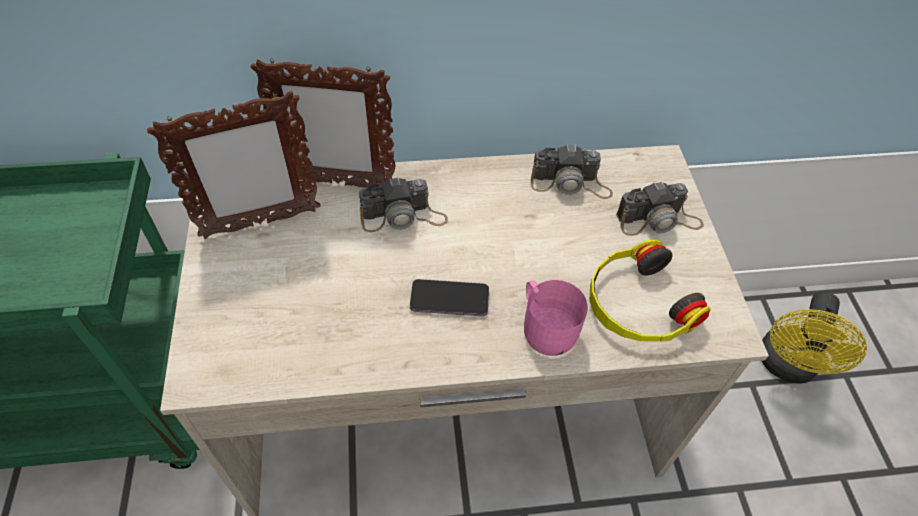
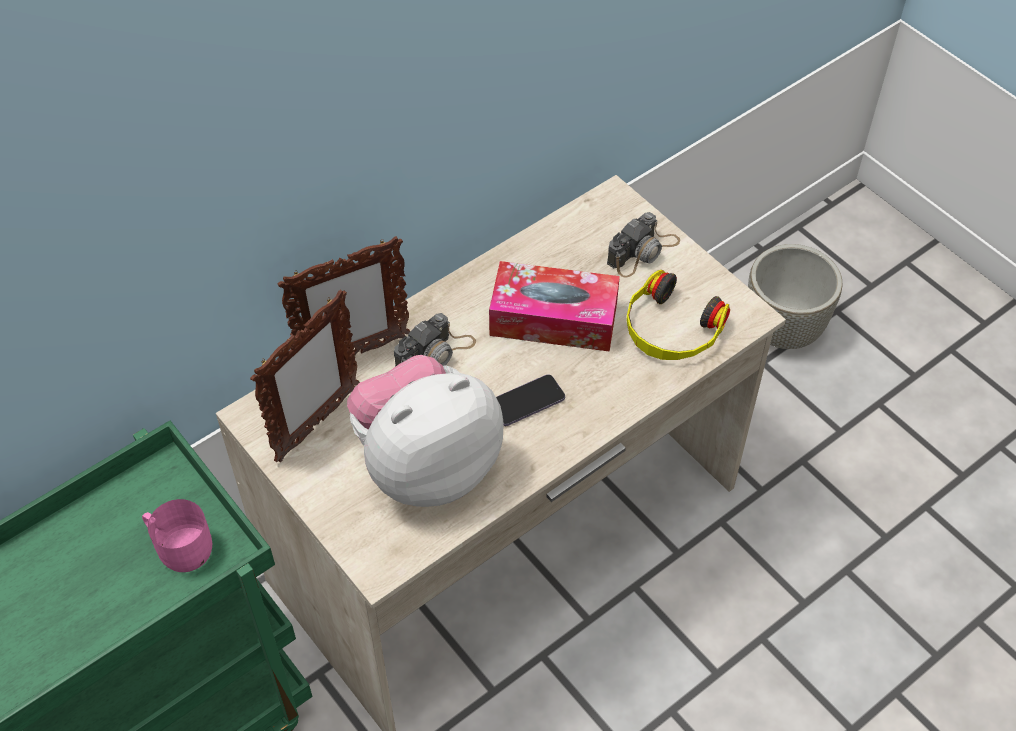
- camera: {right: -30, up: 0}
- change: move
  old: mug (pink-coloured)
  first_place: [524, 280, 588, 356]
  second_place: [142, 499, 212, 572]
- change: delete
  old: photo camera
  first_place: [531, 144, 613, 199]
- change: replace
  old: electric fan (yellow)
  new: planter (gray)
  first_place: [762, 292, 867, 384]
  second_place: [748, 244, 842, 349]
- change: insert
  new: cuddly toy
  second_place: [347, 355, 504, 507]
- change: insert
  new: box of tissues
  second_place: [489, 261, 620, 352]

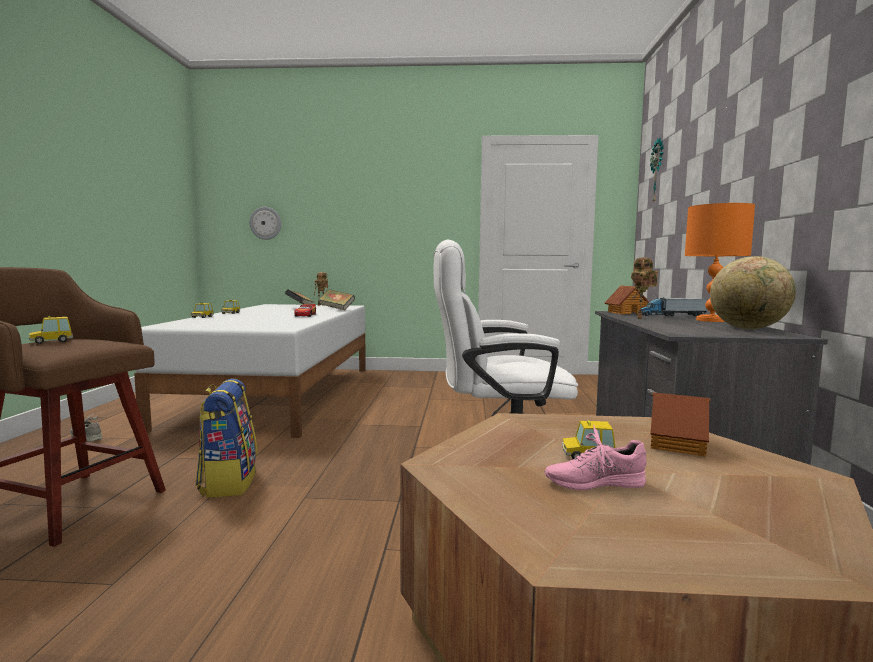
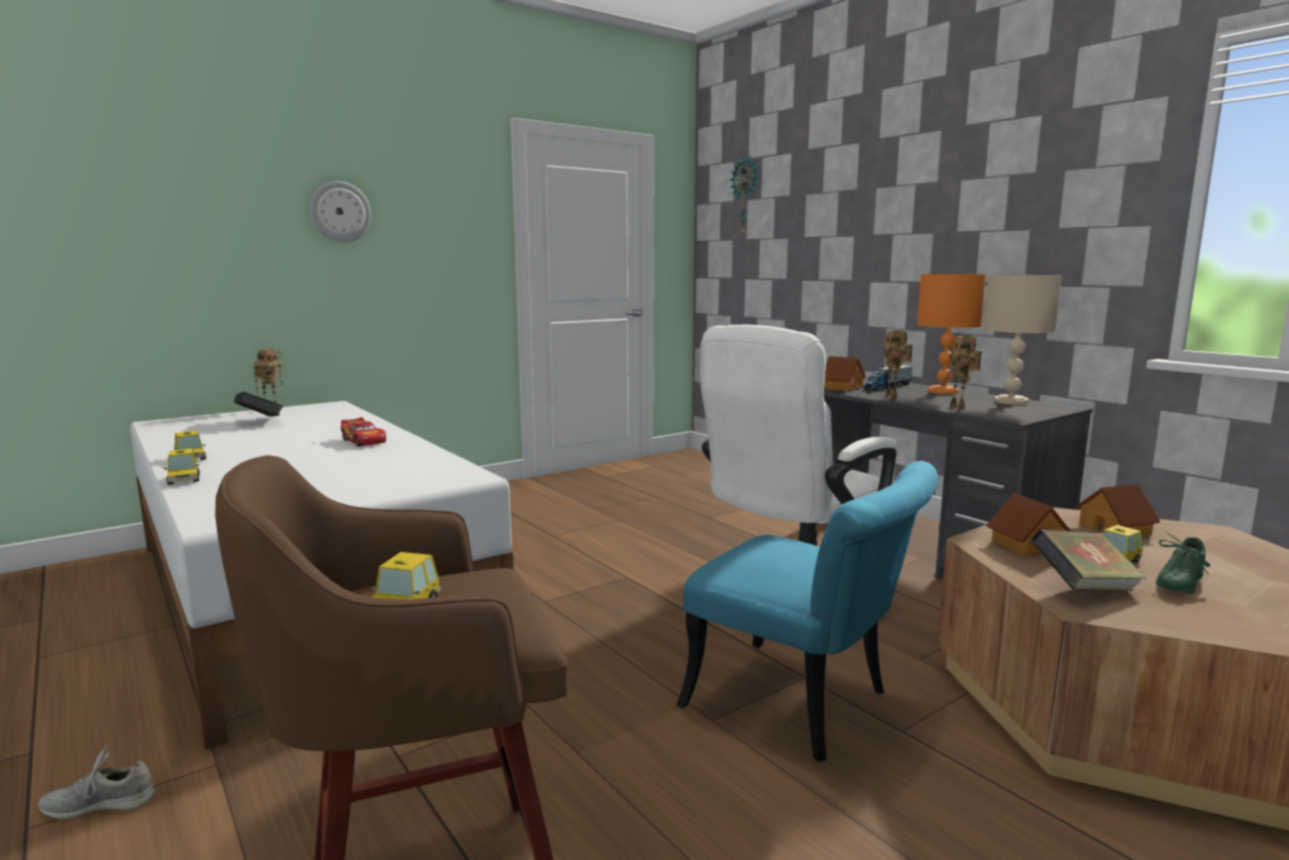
- camera: {right: -40, up: 5}
- change: delete
  old: knapsack
  first_place: [195, 379, 257, 498]
- change: move
  old: clock on the wall
  first_place: [250, 207, 281, 240]
  second_place: [310, 181, 371, 242]
- change: move
  old: volume
  first_place: [318, 290, 355, 310]
  second_place: [1031, 530, 1146, 591]
- change: recolor
  old: item of footwear (pink-coloured)
  new: item of footwear (green-coloured)
  first_place: [545, 424, 647, 491]
  second_place: [1156, 532, 1211, 594]
- change: replace
  old: desk globe
  new: tabletop lamp (beige-coloured)
  first_place: [710, 256, 796, 329]
  second_place: [984, 275, 1062, 405]
- change: insert
  new: chair (blue-green)
  second_place: [677, 461, 938, 762]
- change: insert
  new: model robot
  second_place: [942, 336, 982, 410]
- change: insert
  new: miniature house
  second_place: [986, 493, 1071, 556]

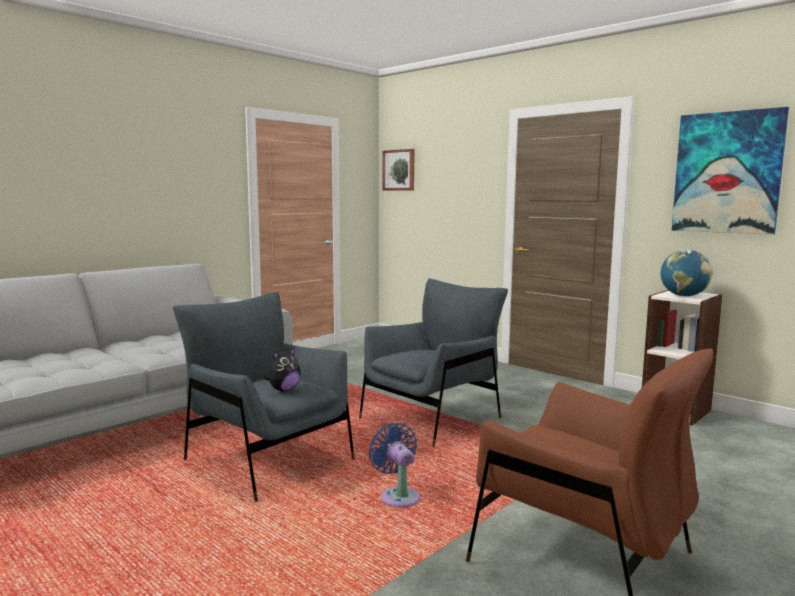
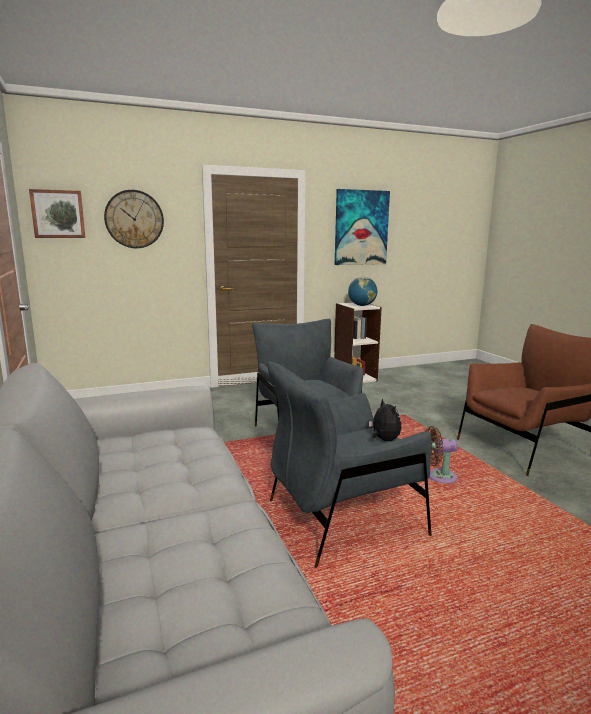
- camera: {right: -65, up: 5}
- change: recolor
  old: electric fan (blue-coloured)
  new: electric fan (brown)
  first_place: [369, 423, 420, 507]
  second_place: [425, 426, 458, 484]
- change: insert
  new: clock on the wall
  second_place: [104, 190, 164, 248]

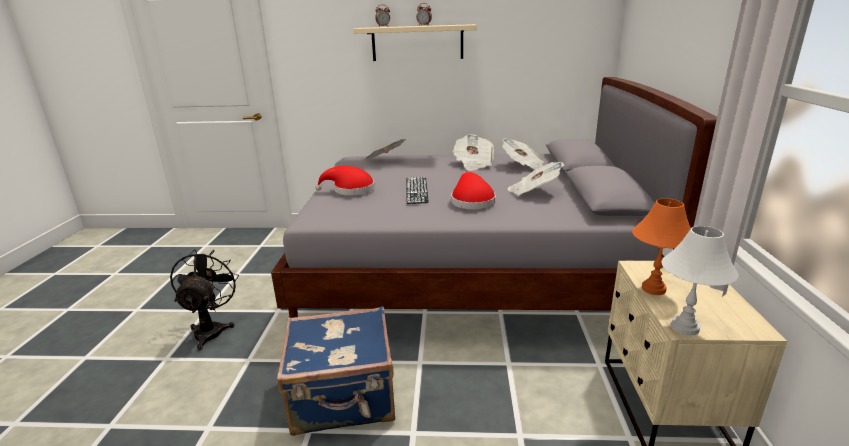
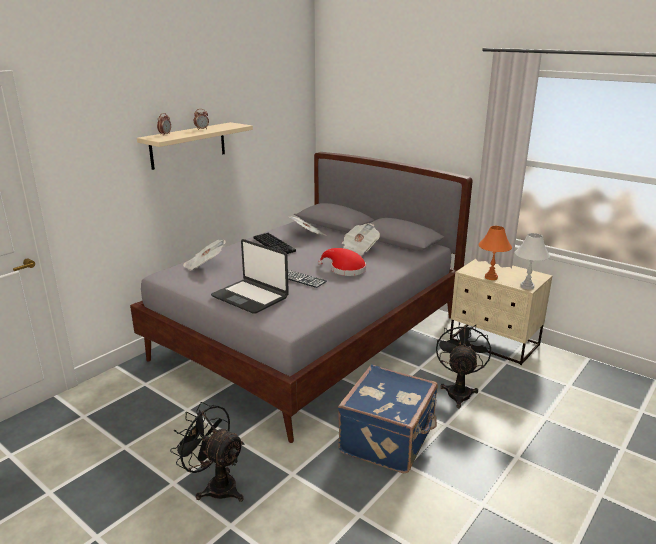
- camera: {right: -55, up: 0}
- change: replace
  old: hat (red-coloured)
  new: laptop
  first_place: [315, 166, 375, 195]
  second_place: [211, 239, 289, 314]
- change: replace
  old: daily paper
  new: keyboard
  first_place: [453, 134, 494, 171]
  second_place: [254, 233, 296, 254]
- change: insert
  new: electric fan (black)
  second_place: [436, 322, 491, 408]

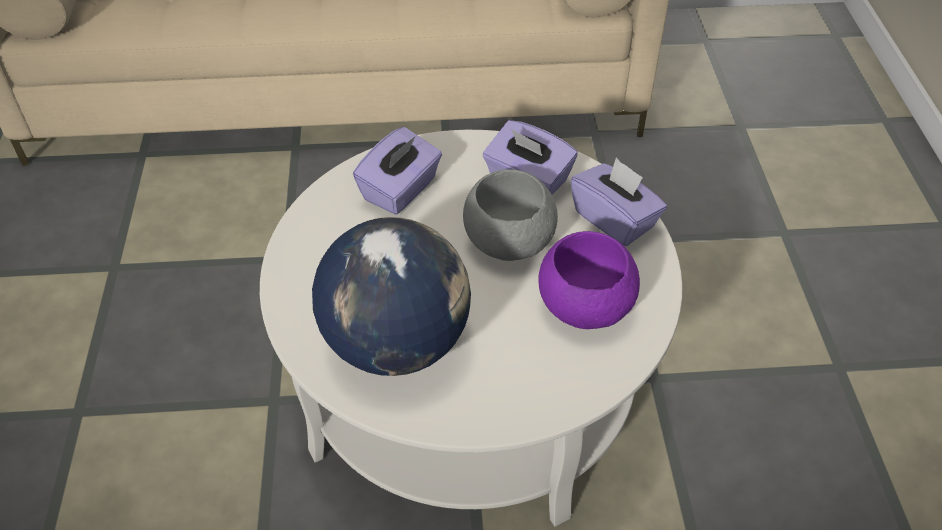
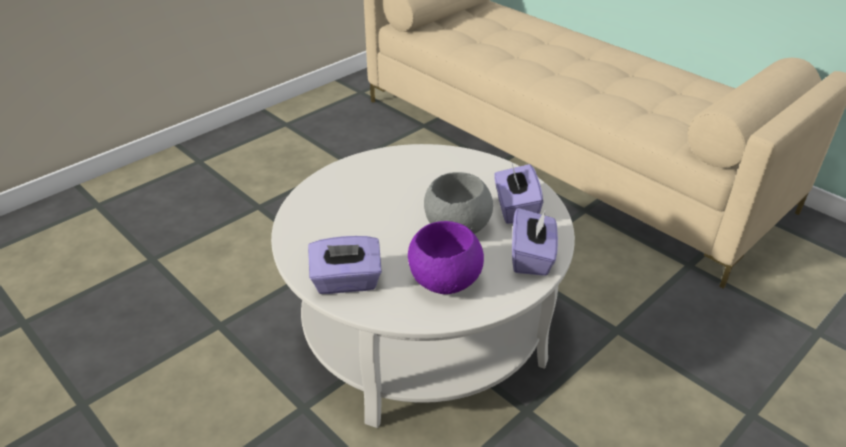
- camera: {right: 50, up: -10}
- change: delete
  old: desk globe
  first_place: [312, 217, 471, 376]
- change: move
  old: box of tissues (purple)
  first_place: [353, 127, 442, 215]
  second_place: [308, 236, 382, 294]

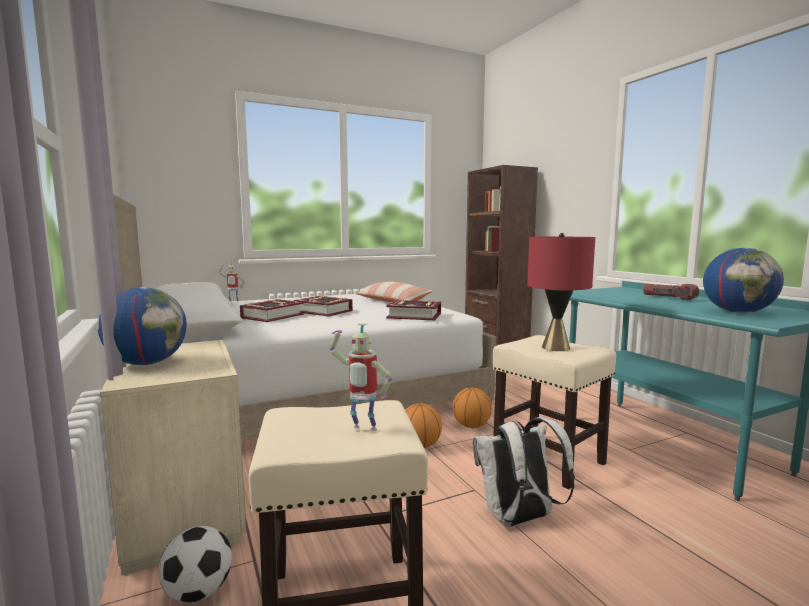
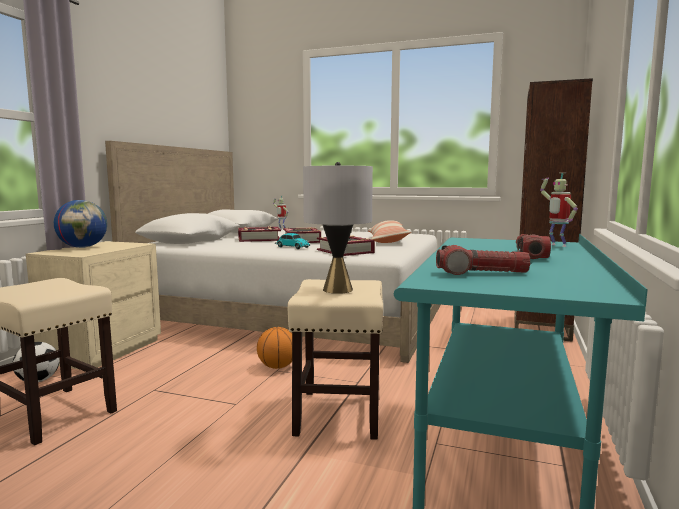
- camera: {right: 45, up: 0}
- change: move
  old: model robot
  first_place: [330, 323, 392, 431]
  second_place: [540, 173, 578, 247]
- change: delete
  old: ball for basketball
  first_place: [453, 387, 492, 428]
- change: delete
  old: knapsack (white-coloured)
  first_place: [473, 417, 575, 527]
- change: recolor
  old: tabletop lamp (red-coloured)
  new: tabletop lamp (gray)
  first_place: [527, 233, 595, 351]
  second_place: [303, 162, 373, 294]
- change: replace
  old: desk globe
  new: flashlight
  first_place: [703, 248, 784, 313]
  second_place: [436, 245, 530, 275]
- change: insert
  new: model car
  second_place: [275, 233, 310, 249]

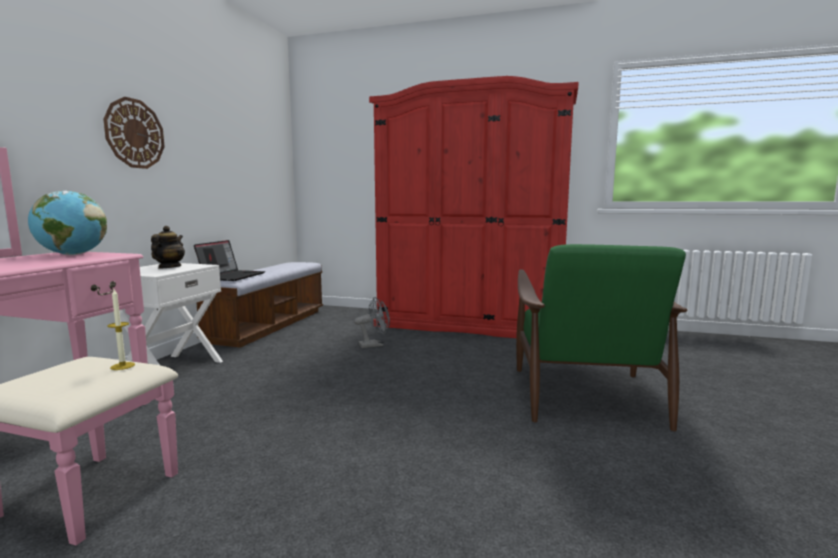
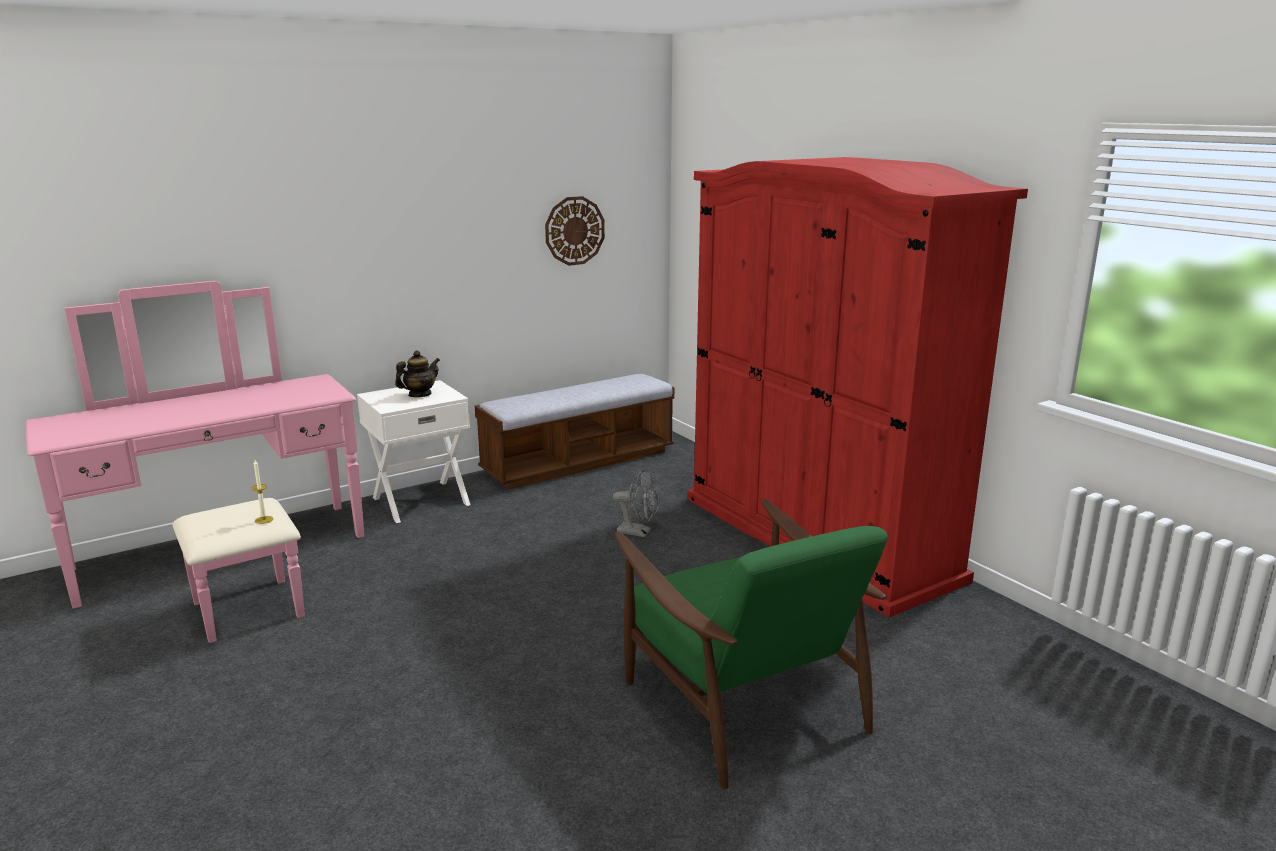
- camera: {right: 40, up: 10}
- change: delete
  old: desk globe
  first_place: [28, 191, 107, 255]
- change: move
  old: clock on the wall
  first_place: [103, 97, 165, 169]
  second_place: [545, 196, 605, 266]
- change: delete
  old: laptop
  first_place: [194, 240, 265, 281]
- change: rotate
  old: lounge chair (green-coloured)
  first_place: [516, 244, 687, 431]
  second_place: [615, 499, 888, 789]
  degrees: -75

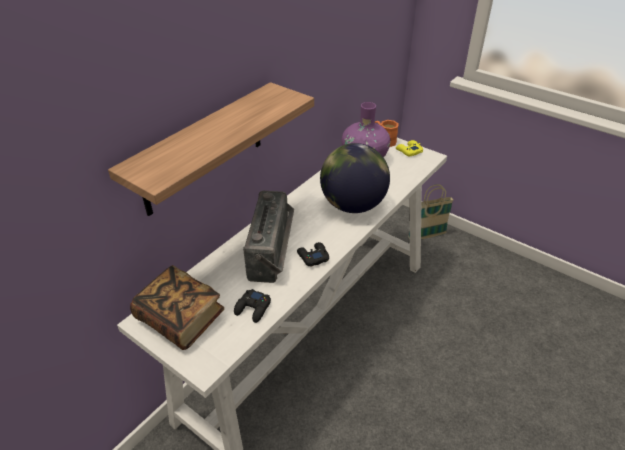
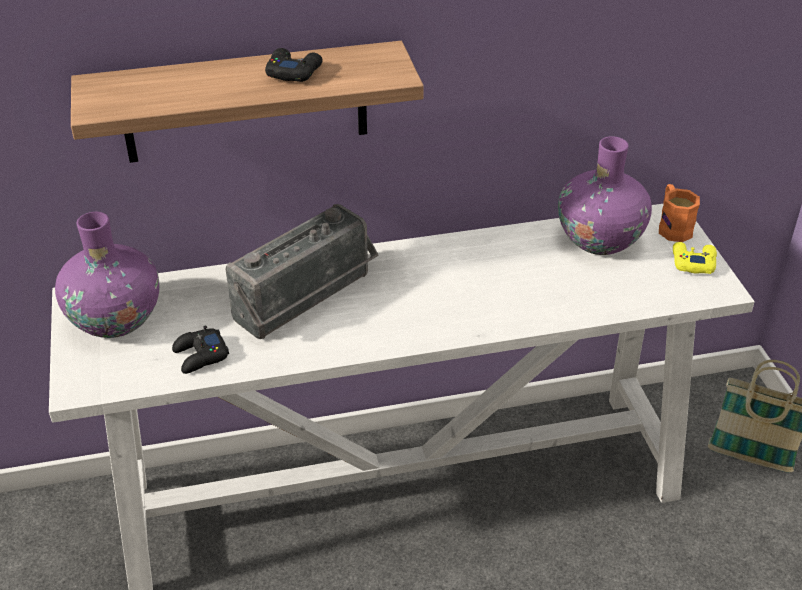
- camera: {right: 40, up: 0}
- change: replace
  old: volume
  new: decorative vase (purple)
  first_place: [130, 265, 224, 350]
  second_place: [55, 212, 159, 338]
- change: move
  old: game controller (black)
  first_place: [297, 242, 329, 267]
  second_place: [265, 48, 323, 82]
- change: delete
  old: desk globe
  first_place: [320, 143, 390, 213]

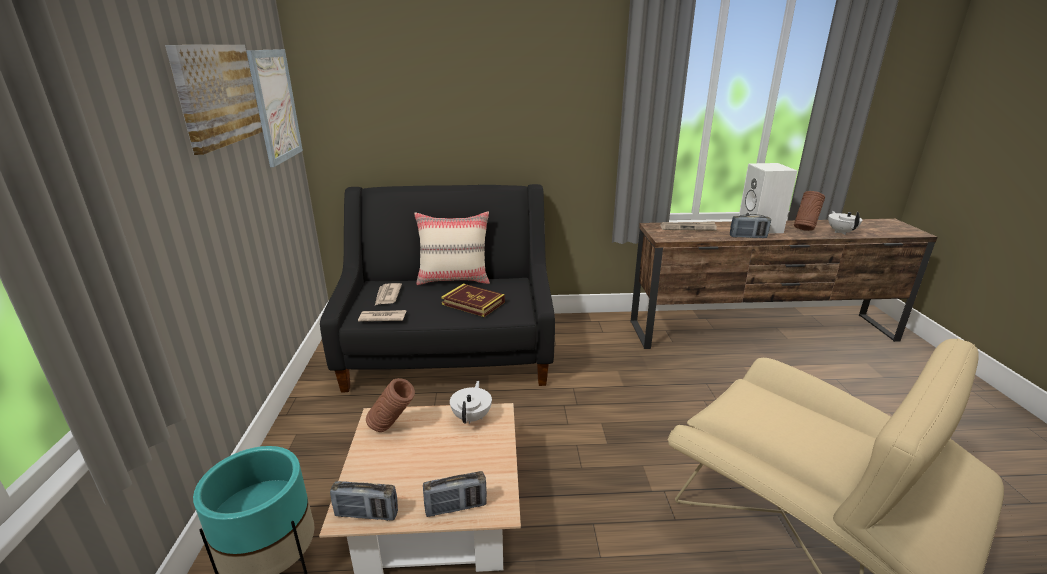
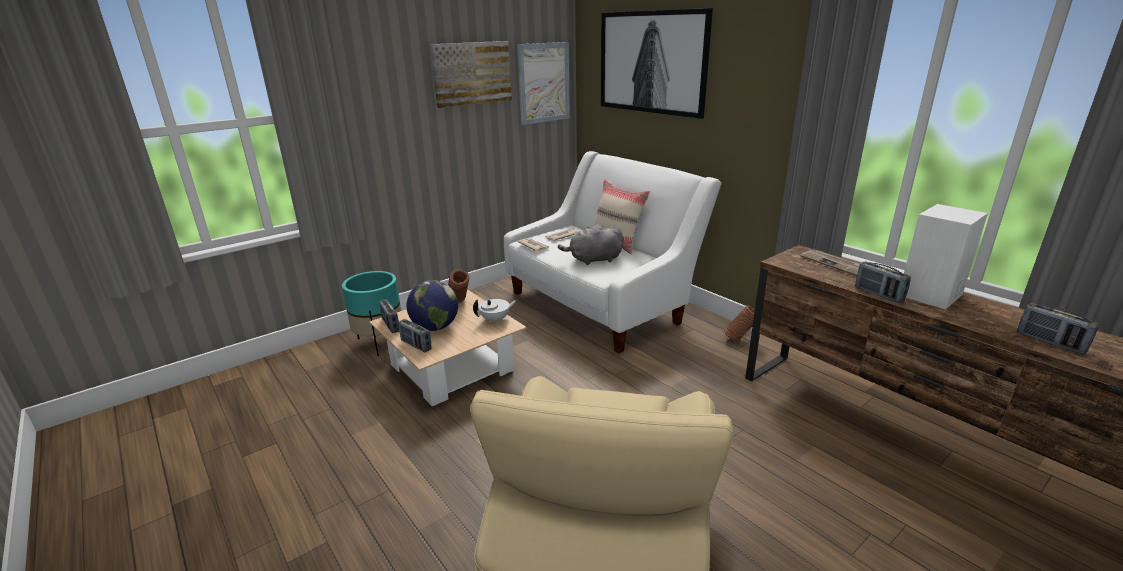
- camera: {right: 55, up: 0}
- change: recolor
  old: sofa (black)
  new: sofa (white-coloured)
  first_place: [320, 184, 555, 392]
  second_place: [504, 151, 721, 353]
- change: replace
  old: volume
  new: cuddly toy (gray)
  first_place: [441, 284, 505, 317]
  second_place: [558, 224, 624, 265]
- change: move
  old: decorative vase (brown)
  first_place: [794, 191, 825, 231]
  second_place: [724, 305, 755, 342]
- change: replace
  old: tea pot (white-coloured)
  new: radio
  first_place: [828, 211, 863, 235]
  second_place: [1017, 303, 1099, 354]
- change: insert
  new: desk globe
  second_place: [407, 280, 458, 331]
- change: insert
  new: wall art
  second_place: [601, 8, 713, 119]

